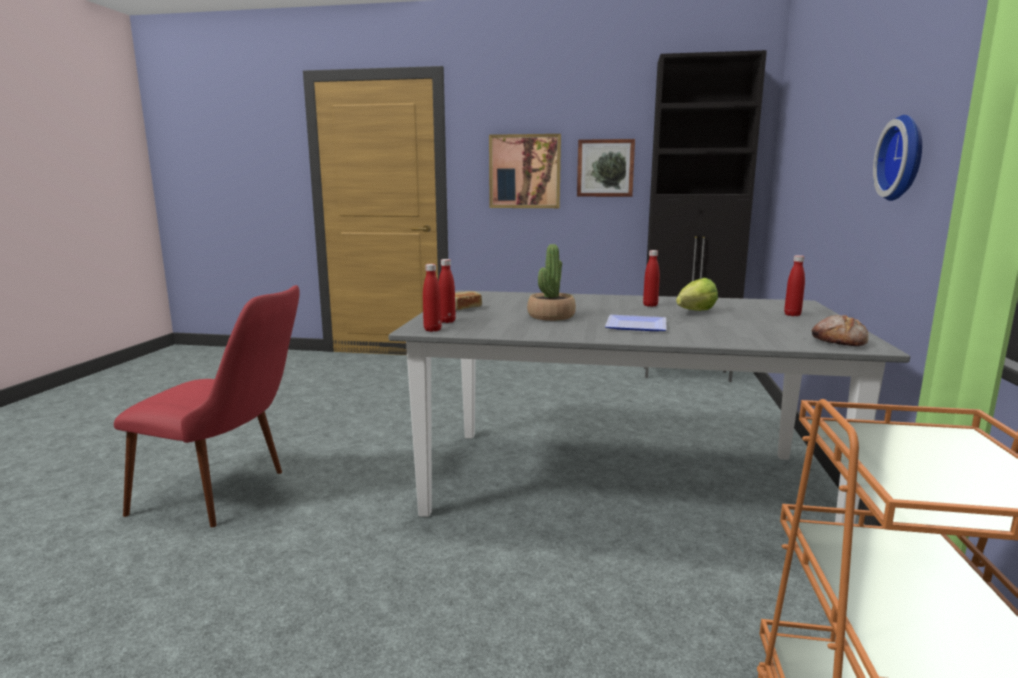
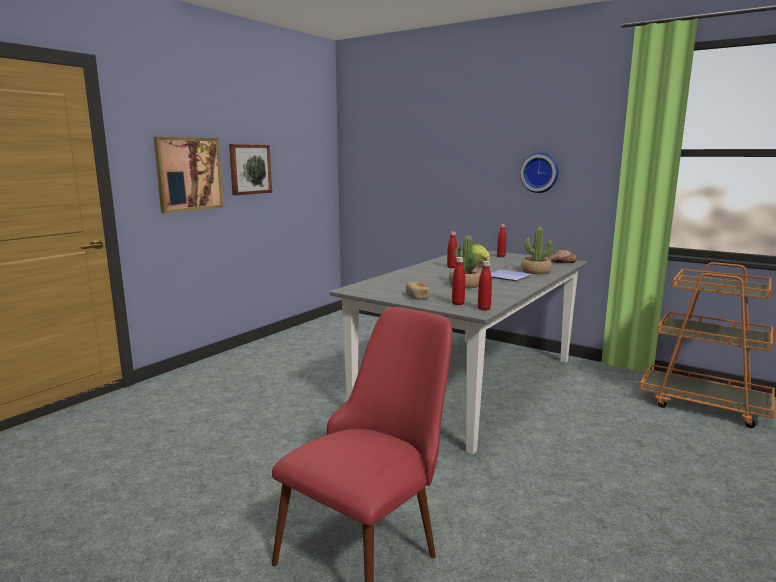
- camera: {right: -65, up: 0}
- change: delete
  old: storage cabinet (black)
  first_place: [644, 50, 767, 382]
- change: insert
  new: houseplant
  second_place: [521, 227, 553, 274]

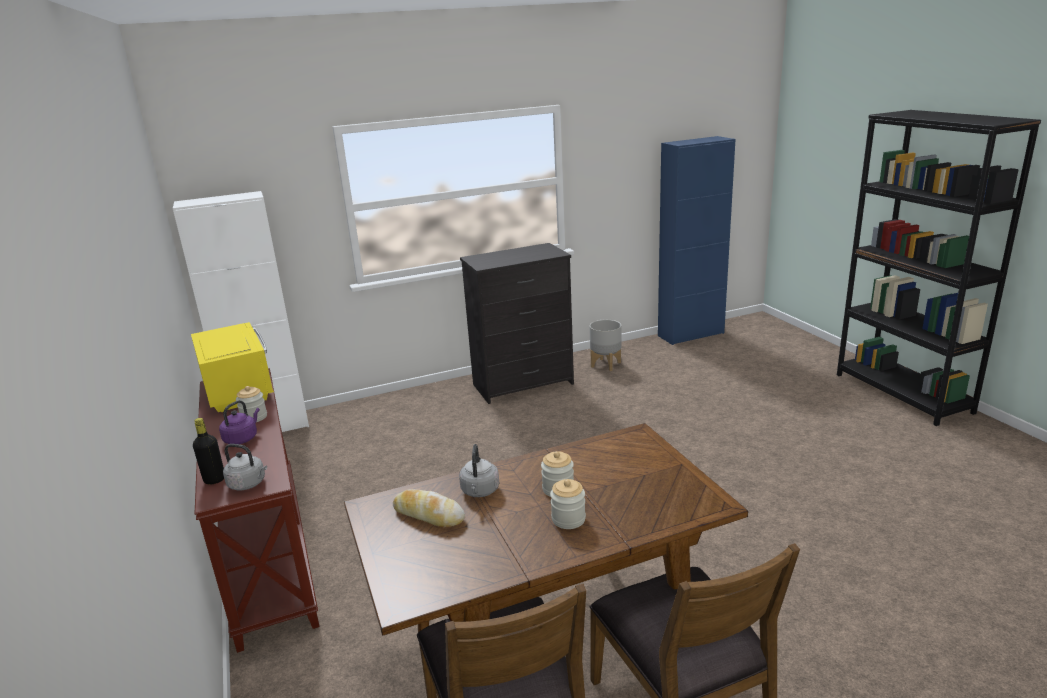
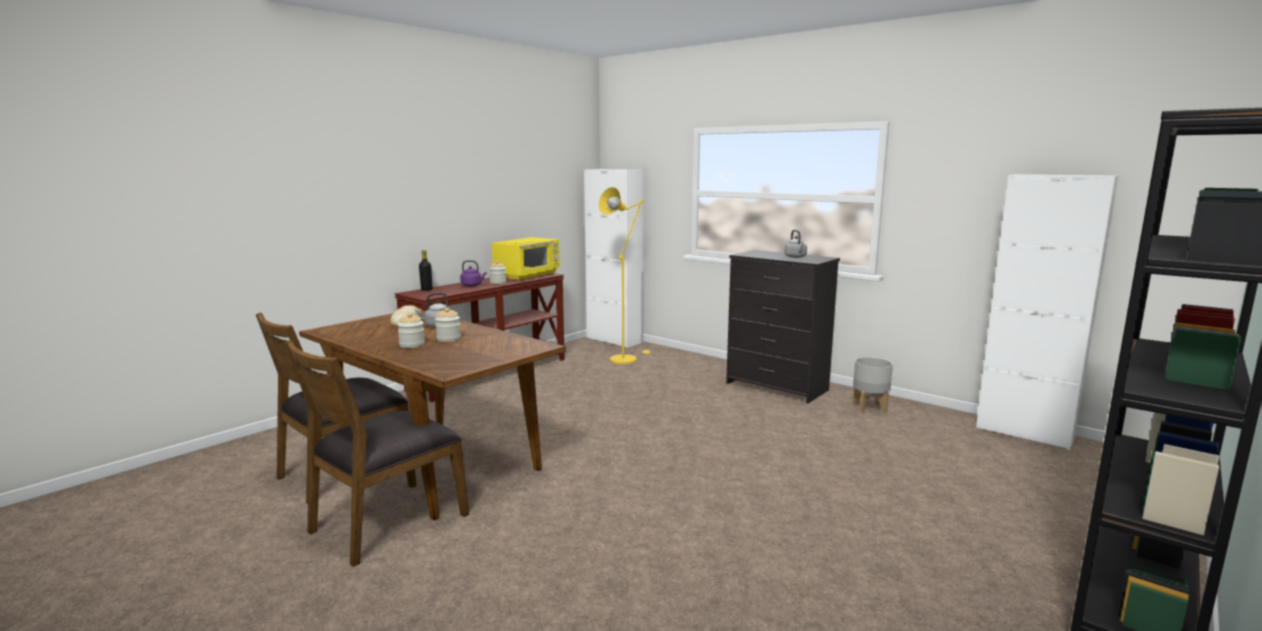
- camera: {right: 60, up: -10}
- change: move
  old: tea kettle (gray)
  first_place: [223, 444, 267, 490]
  second_place: [785, 230, 807, 258]
- change: recolor
  old: storage cabinet (blue-coloured)
  new: storage cabinet (white-coloured)
  first_place: [658, 136, 736, 345]
  second_place: [976, 174, 1118, 450]
- change: insert
  new: standard lamp (yellow)
  second_place: [599, 187, 651, 364]

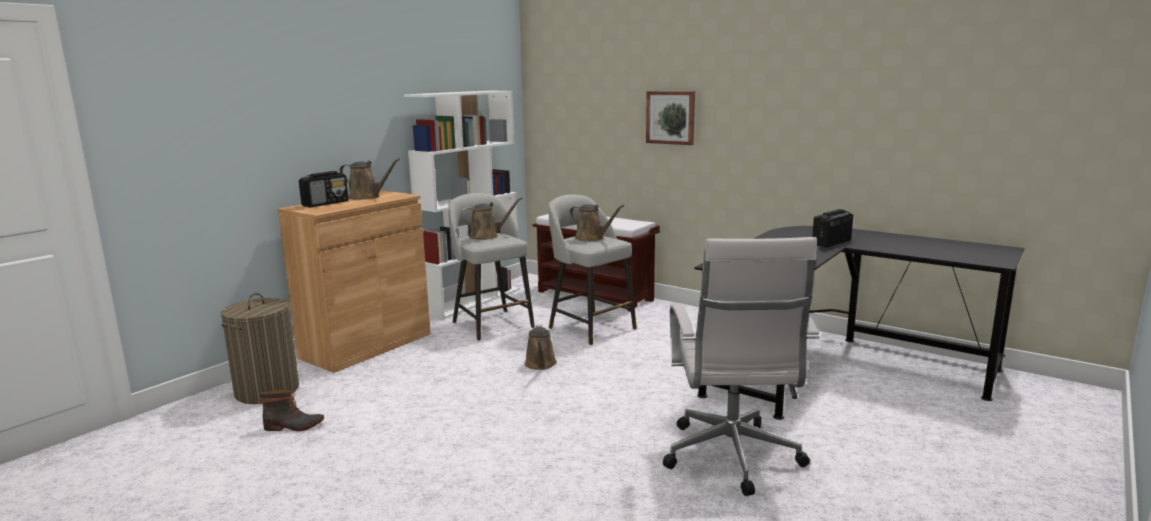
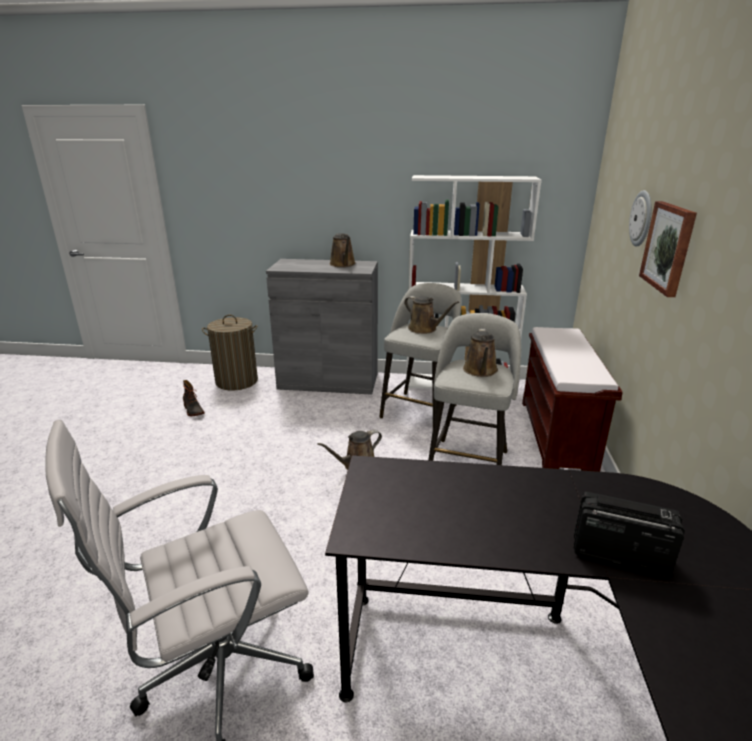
- camera: {right: 60, up: 10}
- change: recolor
  old: storage cabinet (brown)
  new: storage cabinet (gray)
  first_place: [278, 190, 431, 373]
  second_place: [266, 259, 378, 395]
- change: delete
  old: radio
  first_place: [299, 171, 348, 207]
- change: insert
  new: clock on the wall
  second_place: [629, 190, 652, 247]

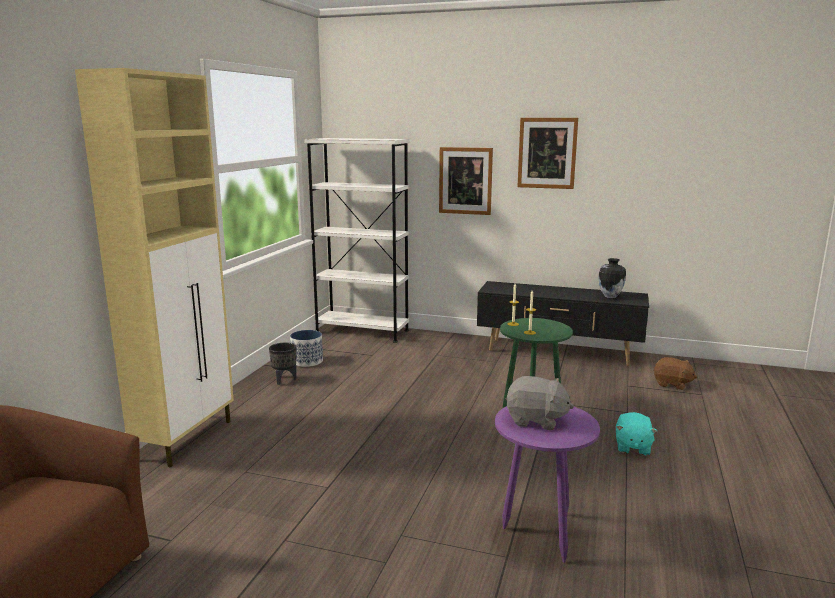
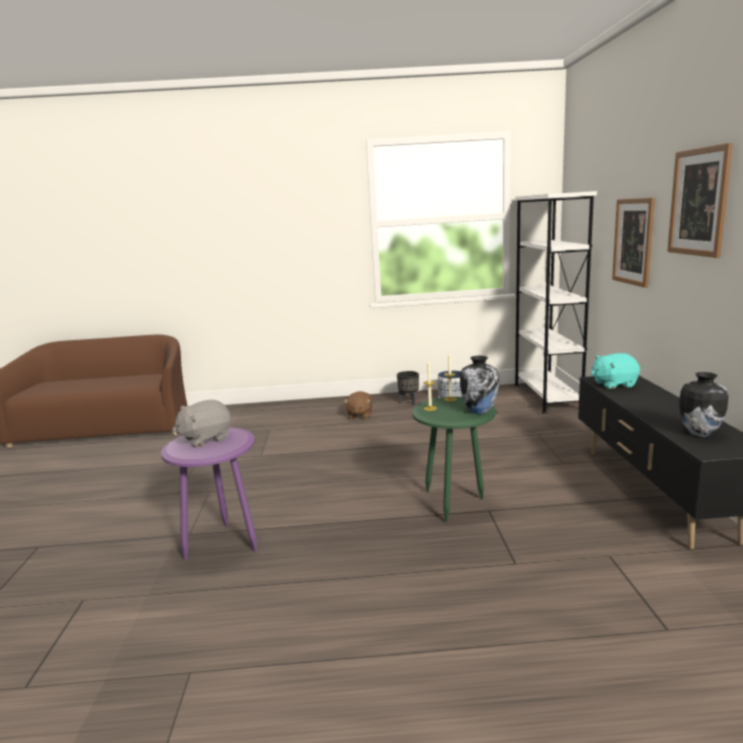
- camera: {right: 70, up: 0}
- change: delete
  old: storage cabinet (beige-coloured)
  first_place: [75, 68, 234, 468]
- change: rotate
  old: cuddly toy (gray)
  first_place: [506, 376, 574, 430]
  second_place: [172, 400, 232, 447]
  degrees: 60
- change: move
  old: cuddly toy (blue-green)
  first_place: [616, 412, 657, 456]
  second_place: [591, 353, 640, 389]
- change: move
  old: cuddly toy (brown)
  first_place: [653, 357, 697, 390]
  second_place: [344, 391, 372, 419]
- change: insert
  new: decorative vase
  second_place: [460, 356, 499, 414]

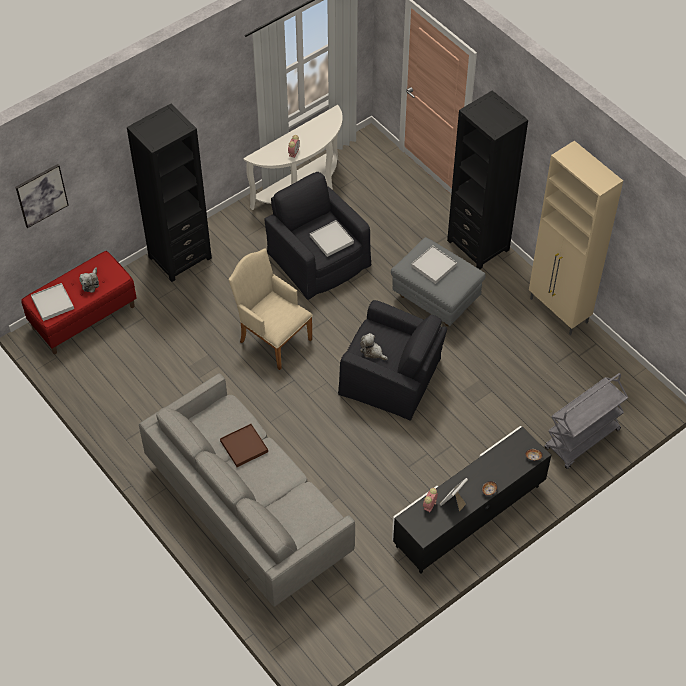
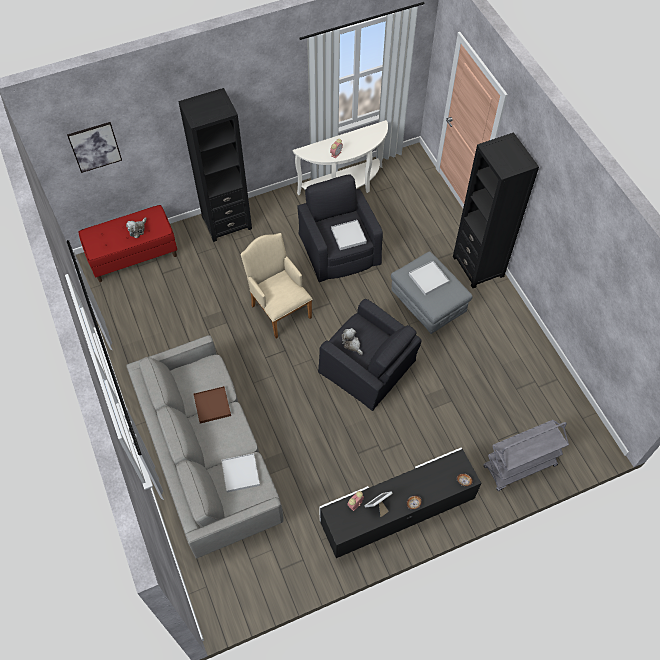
- camera: {right: 15, up: 5}
- change: move
  old: tray (white-coloured)
  first_place: [31, 283, 74, 321]
  second_place: [221, 453, 260, 492]
- change: delete
  old: storage cabinet (beige-coloured)
  first_place: [529, 141, 623, 335]

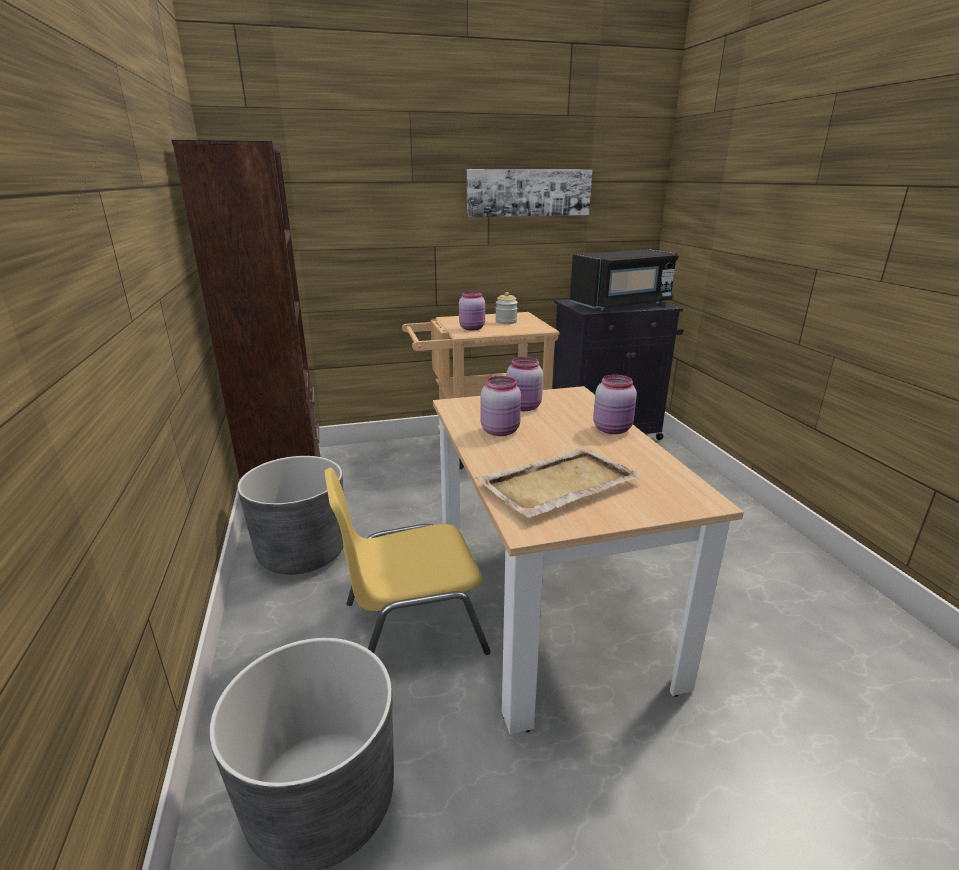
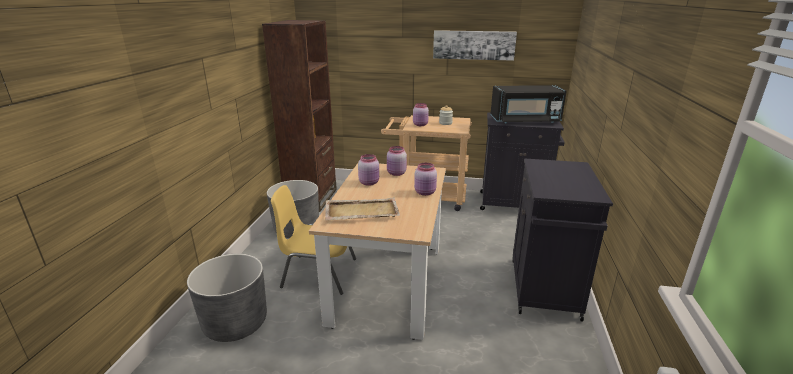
- camera: {right: 25, up: 0}
- change: insert
  new: storage cabinet (black)
  second_place: [512, 158, 613, 322]

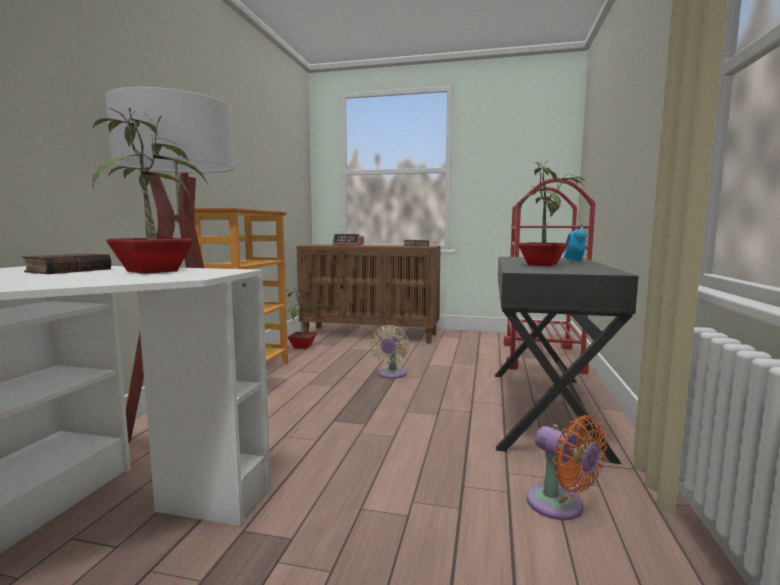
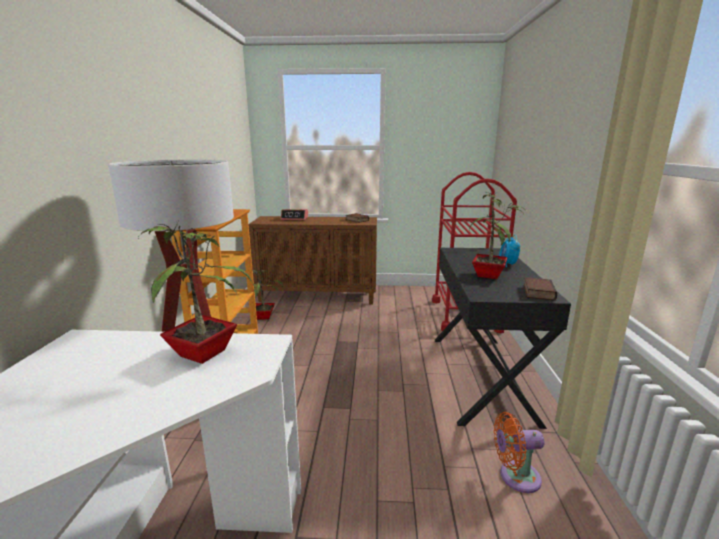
- camera: {right: -10, up: 10}
- change: move
  old: volume
  first_place: [22, 253, 111, 274]
  second_place: [524, 277, 557, 301]
- change: delete
  old: electric fan (beige-coloured)
  first_place: [370, 325, 409, 379]
- change: rotate
  old: electric fan (orange-coloured)
  first_place: [526, 415, 607, 520]
  second_place: [494, 412, 544, 493]
  degrees: 135

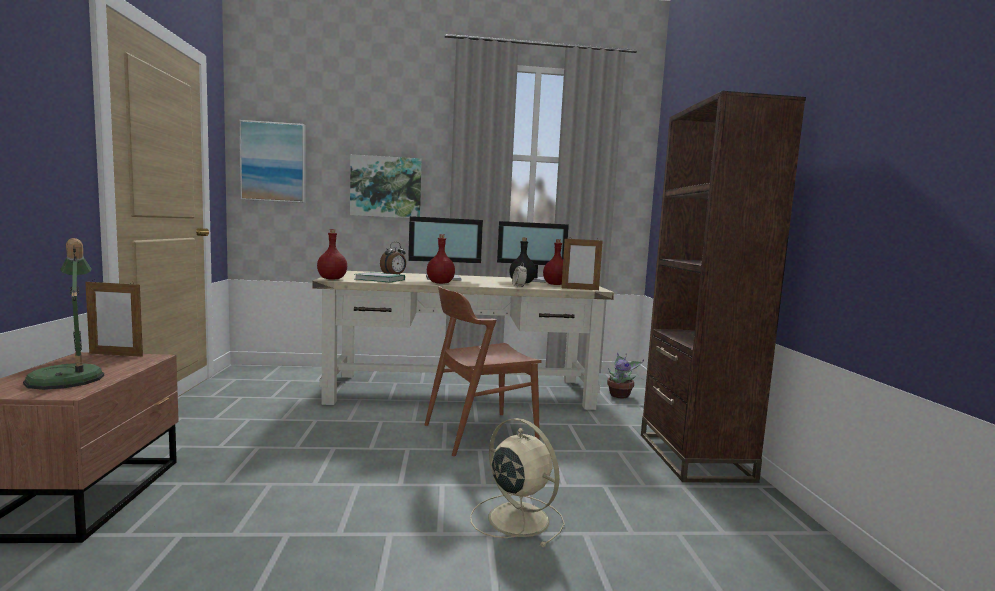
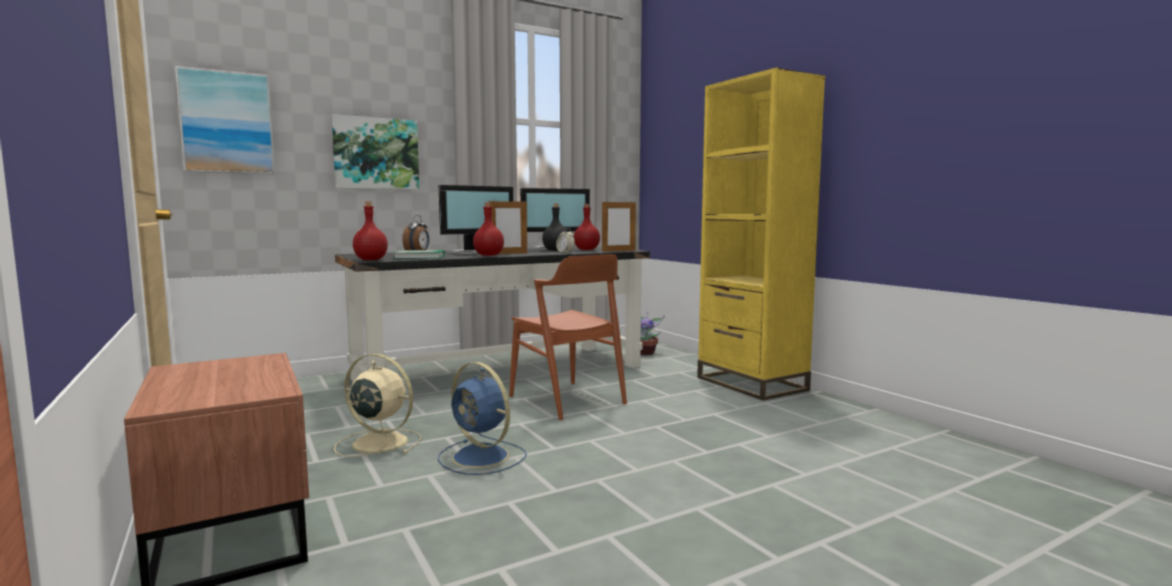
- camera: {right: -25, up: 0}
- change: delete
  old: tabletop lamp
  first_place: [23, 238, 104, 390]
- change: move
  old: standing frame
  first_place: [85, 281, 143, 357]
  second_place: [489, 201, 527, 254]
- change: recolor
  old: desk table (beige-coloured)
  new: desk table (black)
  first_place: [313, 271, 614, 410]
  second_place: [335, 246, 650, 381]
- change: rotate
  old: chair (brown)
  first_place: [425, 286, 542, 456]
  second_place: [509, 254, 627, 420]
  degrees: -75
- change: move
  old: electric fan (beige-coloured)
  first_place: [470, 418, 565, 547]
  second_place: [334, 354, 422, 457]
- change: recolor
  old: bookcase (brown)
  new: bookcase (yellow)
  first_place: [641, 91, 806, 483]
  second_place: [697, 67, 825, 401]
- change: insert
  new: electric fan (blue-coloured)
  second_place: [438, 362, 527, 475]

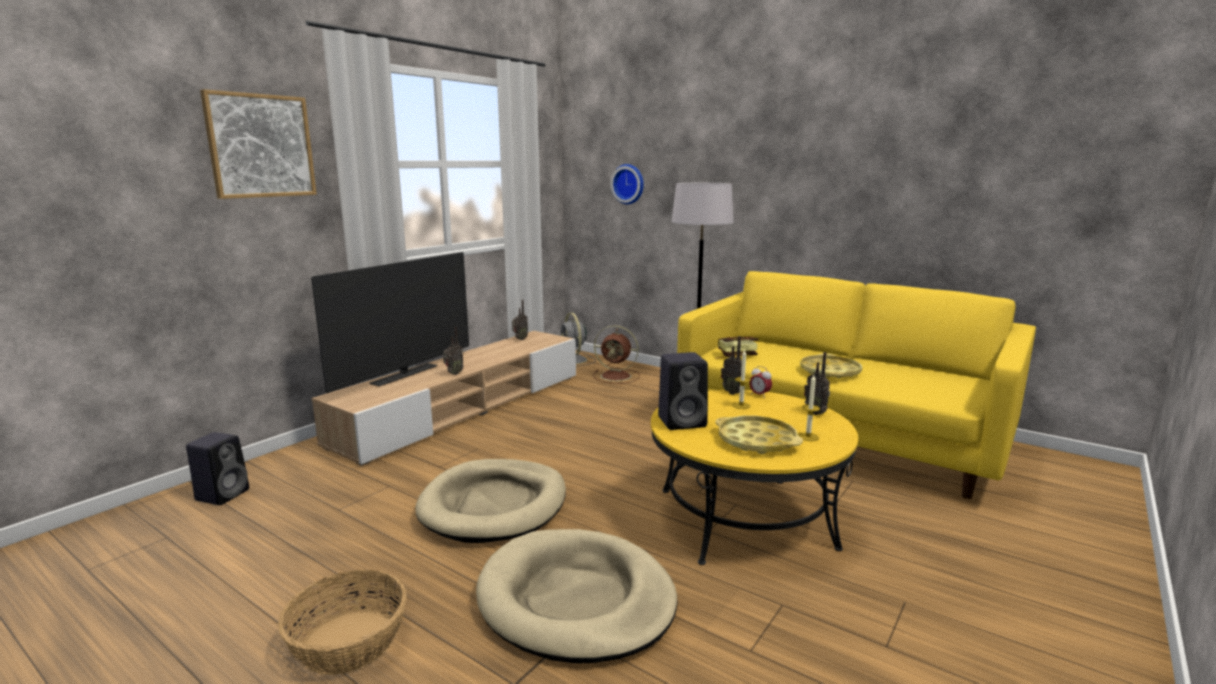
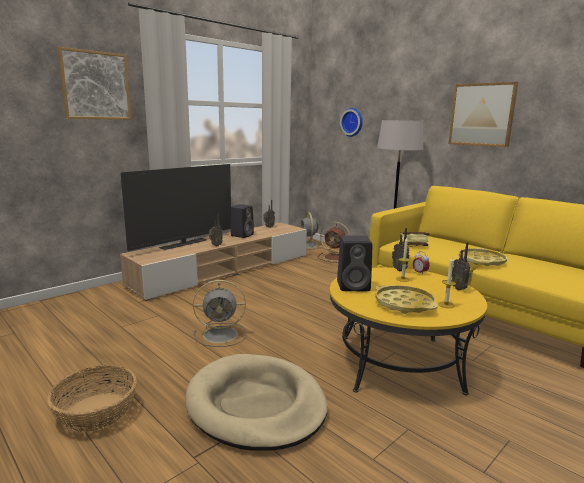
- camera: {right: 10, up: 0}
- change: move
  old: loudspeaker (black)
  first_place: [186, 432, 249, 505]
  second_place: [231, 204, 254, 238]
- change: replace
  old: dog cushion (beige-coloured)
  new: electric fan (gray)
  first_place: [415, 459, 566, 543]
  second_place: [193, 280, 247, 347]
- change: insert
  new: wall art
  second_place: [449, 82, 518, 147]

